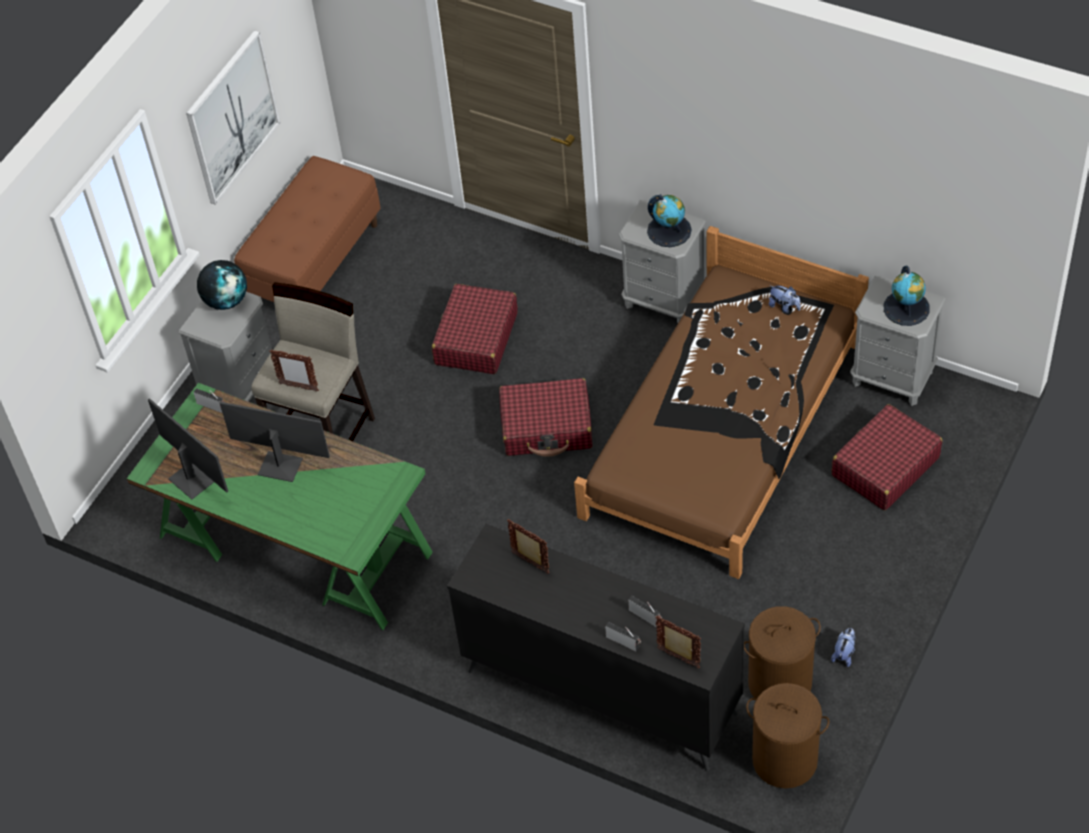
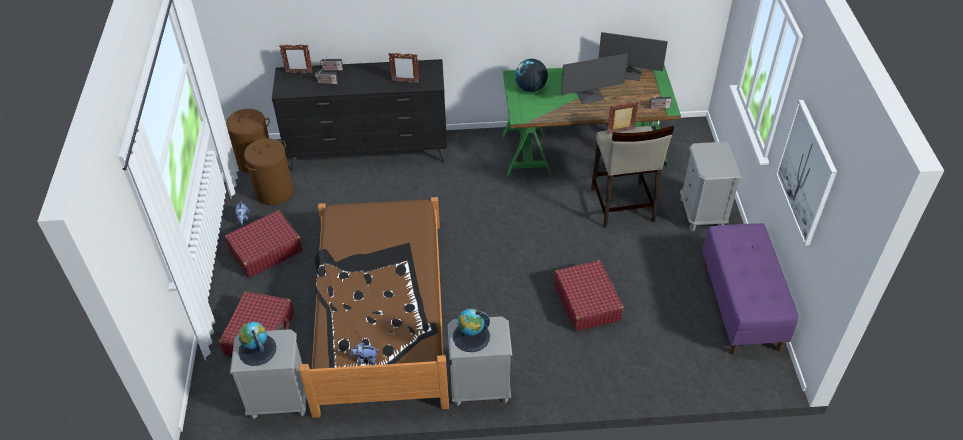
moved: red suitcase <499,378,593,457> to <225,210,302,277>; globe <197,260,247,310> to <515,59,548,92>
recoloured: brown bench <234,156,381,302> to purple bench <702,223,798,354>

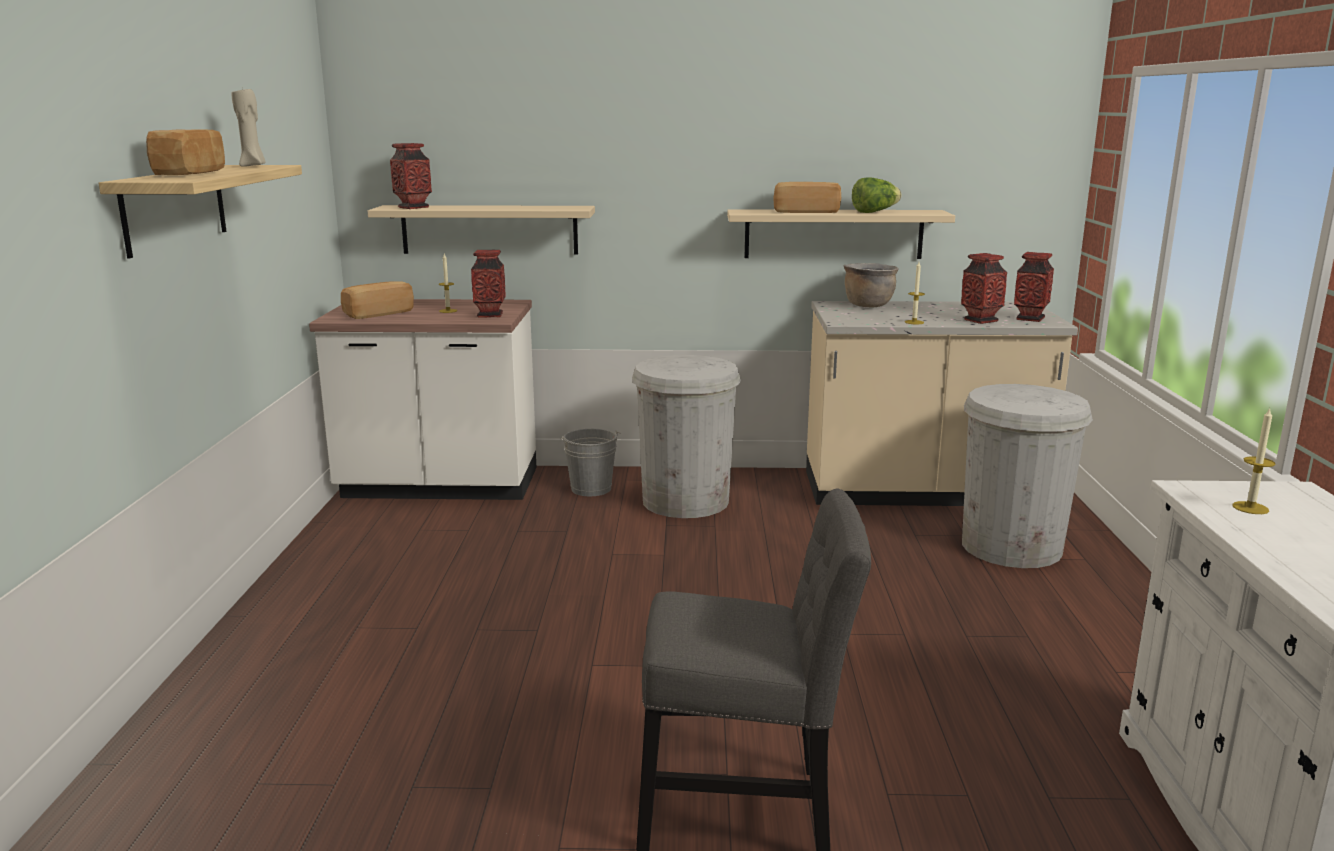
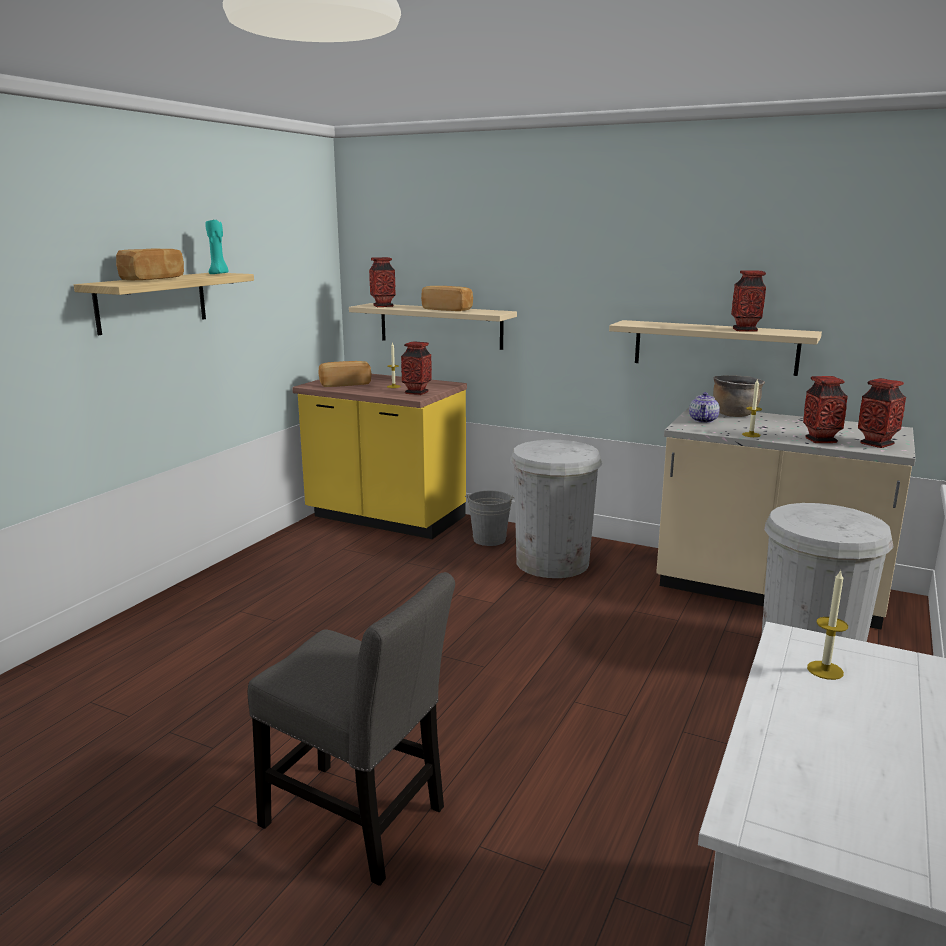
added: teapot <689,392,720,423>
moved: bread <773,182,841,213> to <421,286,473,311>
replaced: lettuce <852,177,901,213> to vase <731,270,766,332>
recoloured: beige candle <232,86,266,167> to turquoise candle <205,220,229,274>; white counter <309,299,536,500> to yellow counter <292,374,467,539>

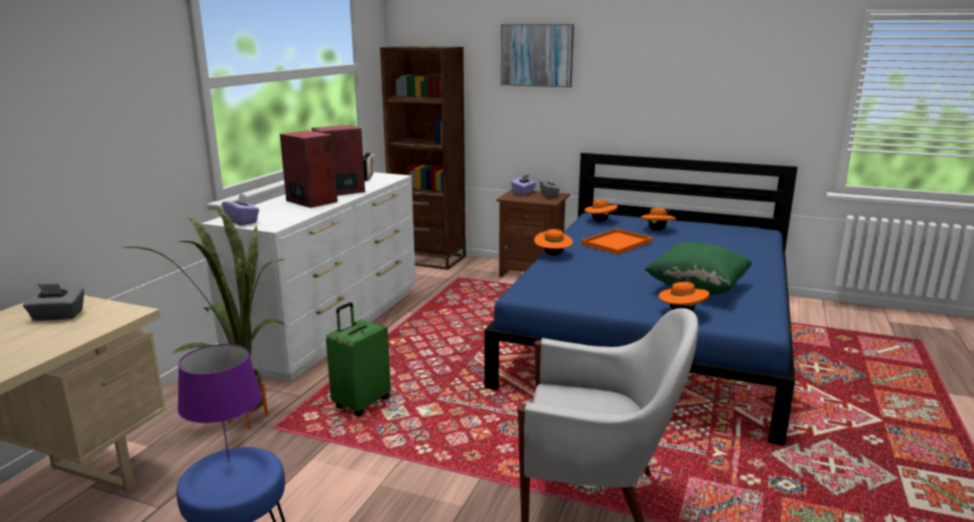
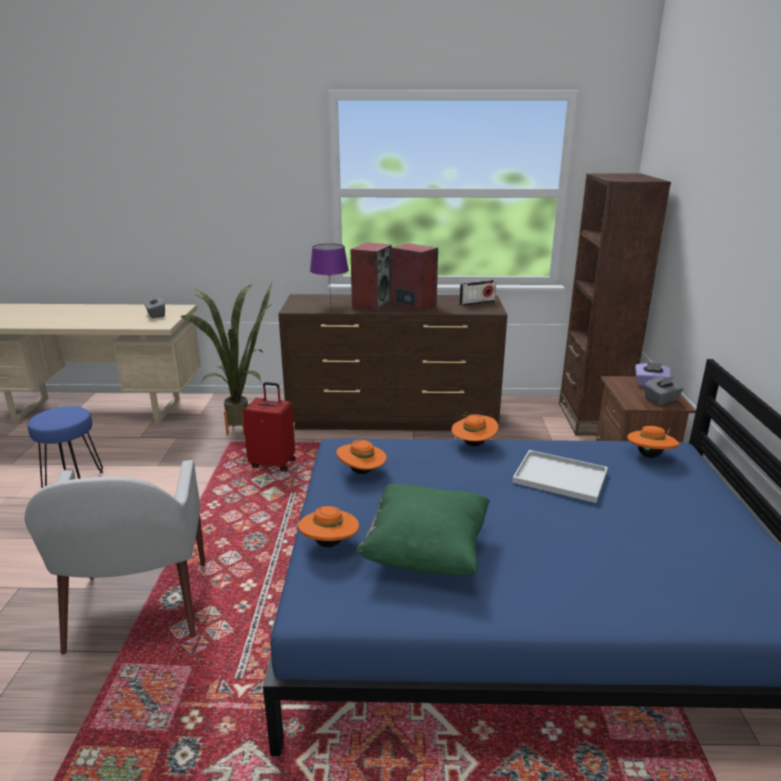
removed: purple tissue box <222,194,259,226>; picture <501,24,574,87>
moved: purple table lamp <177,344,262,463> to <310,244,349,305>; orange hat <641,208,676,231> to <337,440,387,474>
recoloured: green suitcase <326,302,391,416> to red suitcase <242,382,296,472>; white dresser <201,172,416,382> to brown dresser <278,294,507,431>; orange tray <581,229,653,254> to white tray <512,450,608,503>

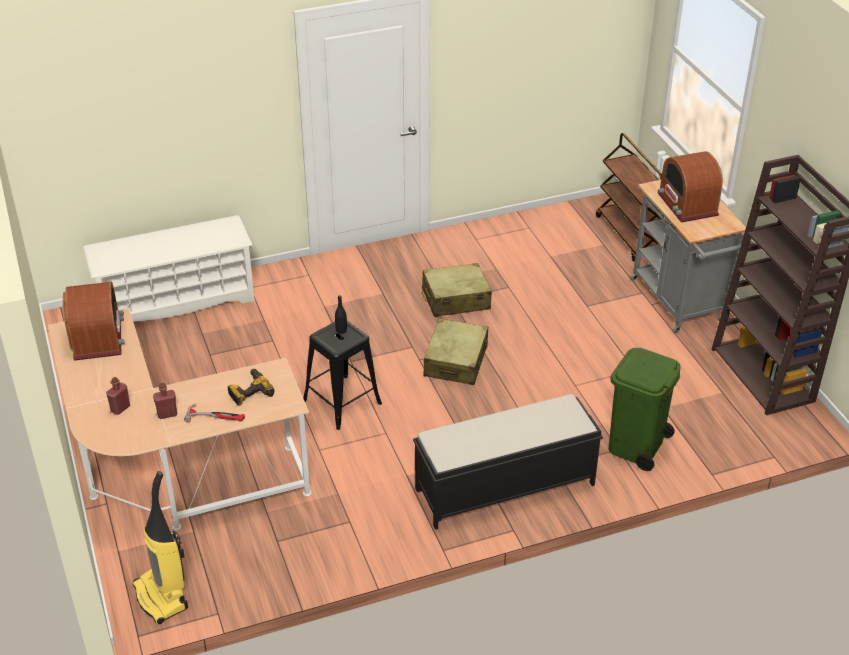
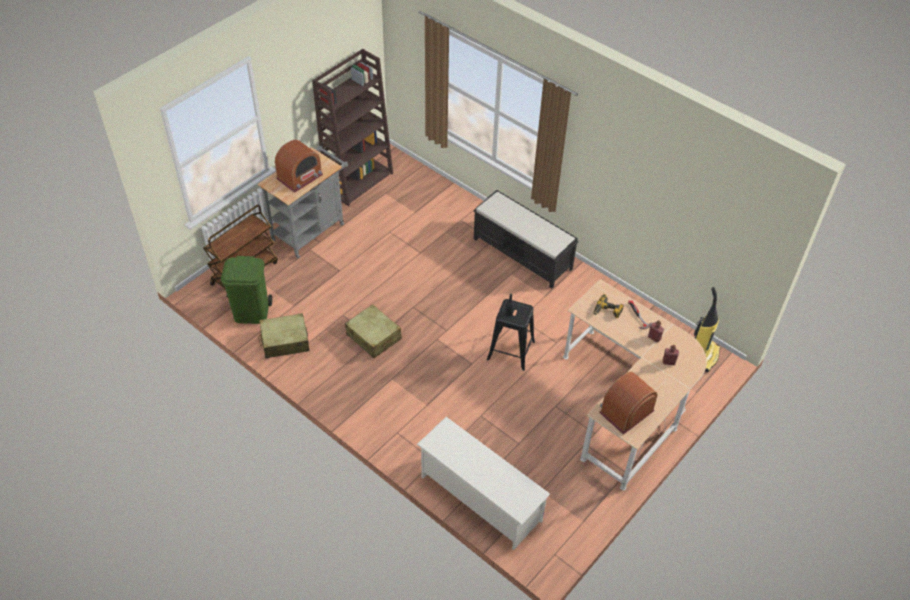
moved: green trash can <609,348,681,471> to <221,256,272,324>; beige suitcase <424,318,488,385> to <258,313,310,358>

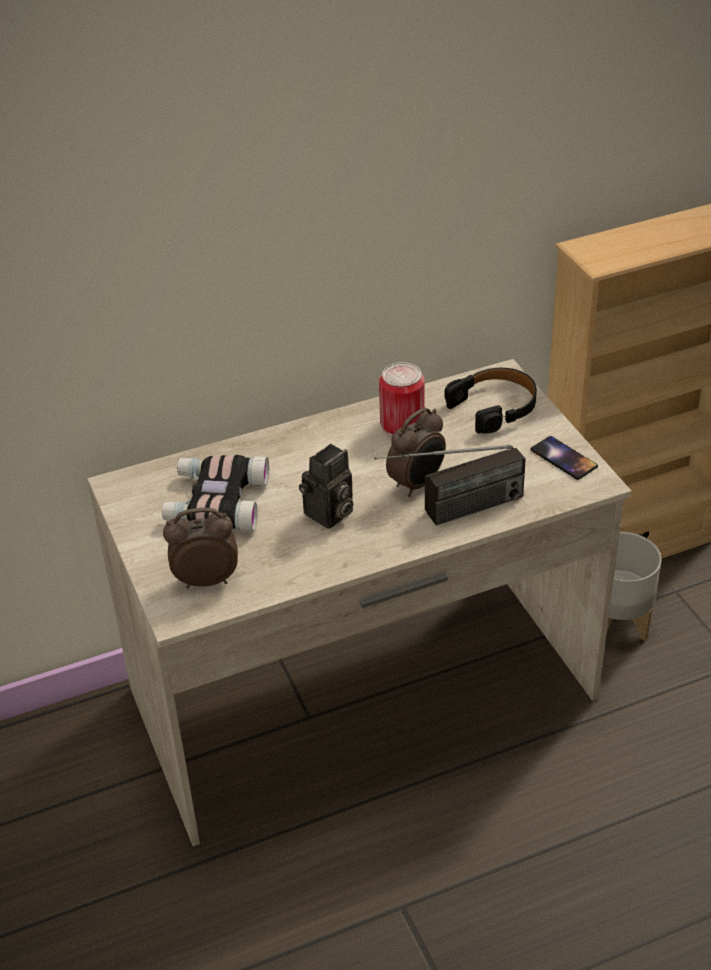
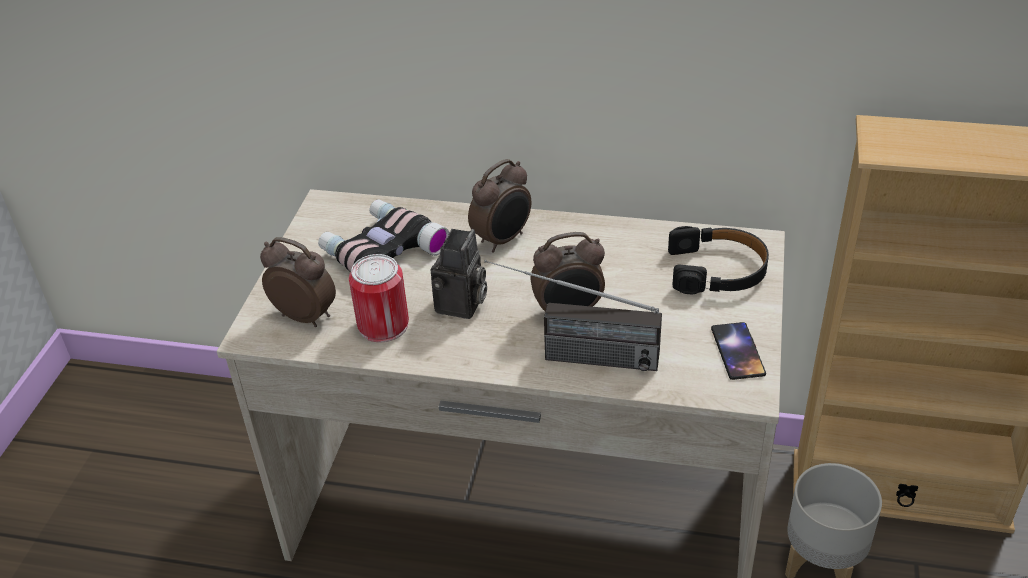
added: alarm clock <468,159,531,252>
moved: can <379,362,425,436> to <349,254,409,342>
turned: photo camera <299,444,353,529> = <431,229,487,319> 60 degrees counterclockwise

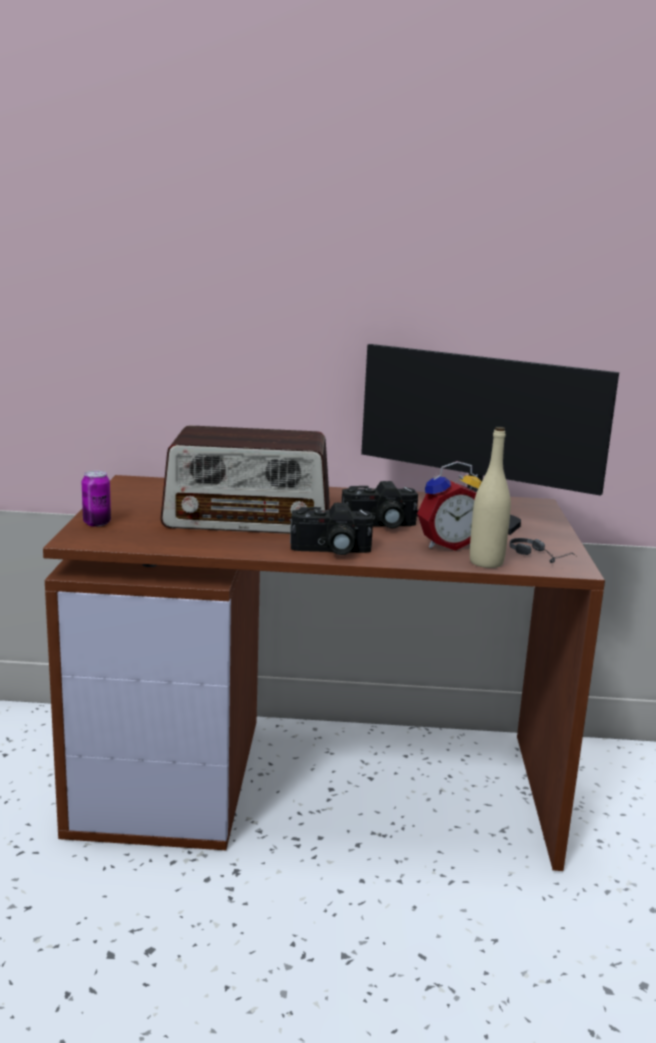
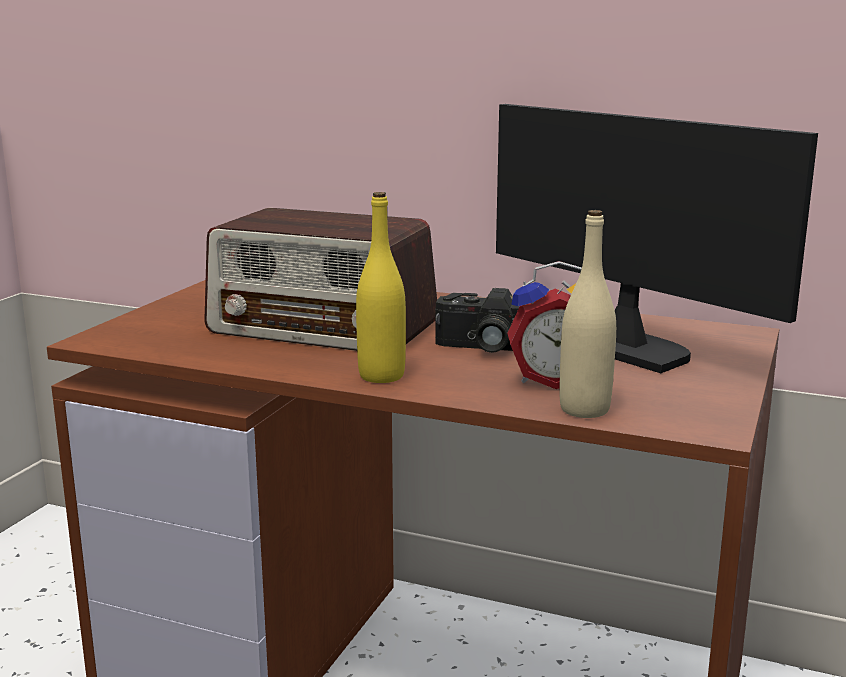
removed: can <82,471,111,527>; headphones <509,538,576,563>
replaced: photo camera <290,503,373,555> to yellow bottle <356,192,406,383>

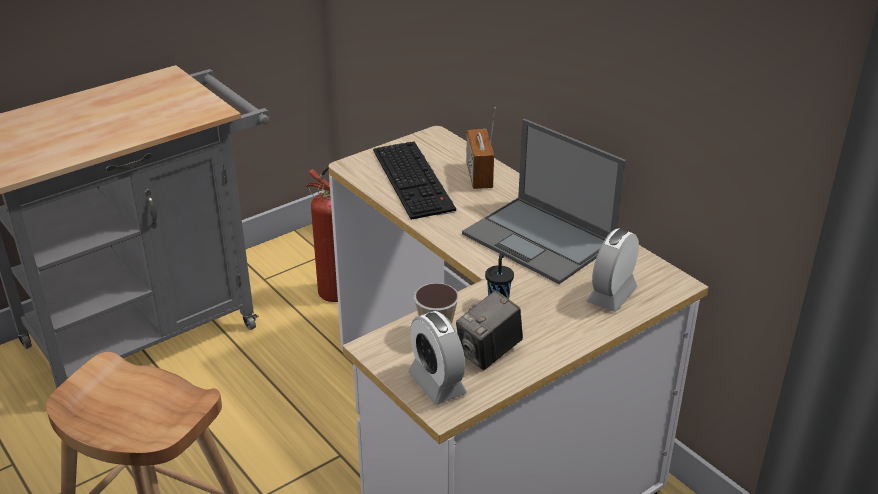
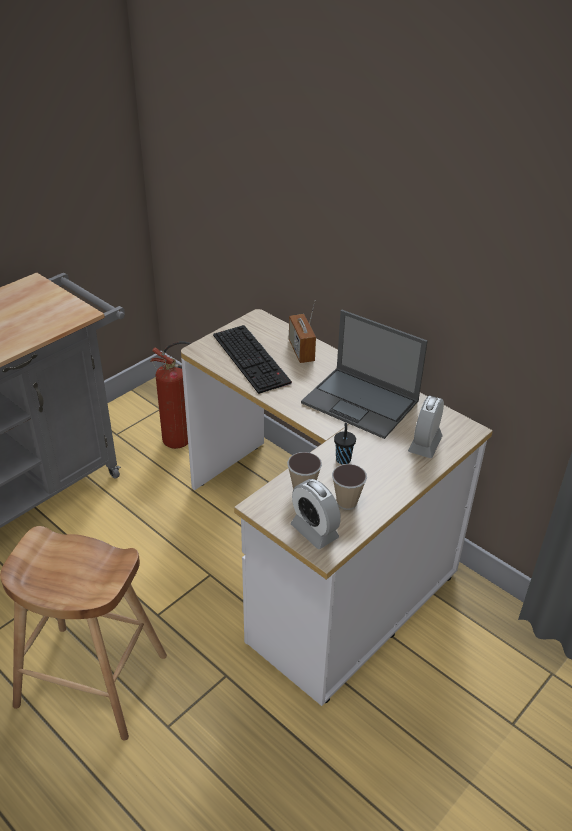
replaced: photo camera <456,290,523,370> to cup <332,464,367,510>

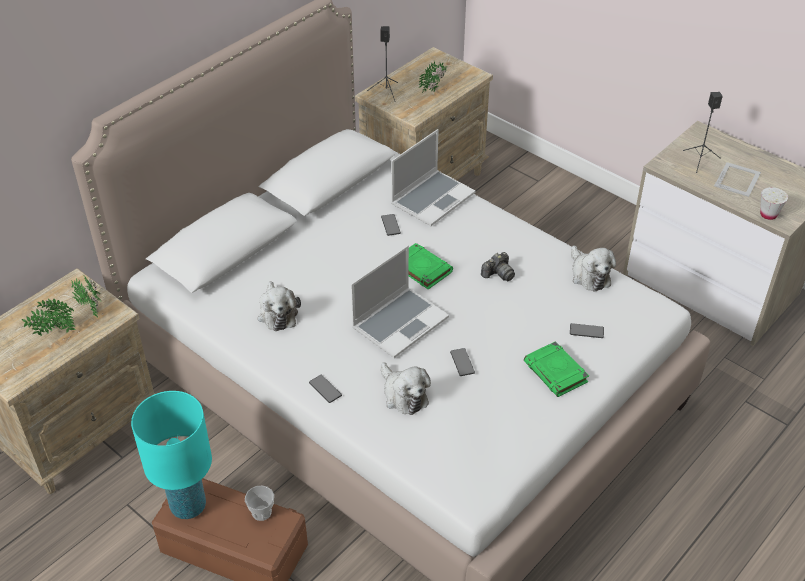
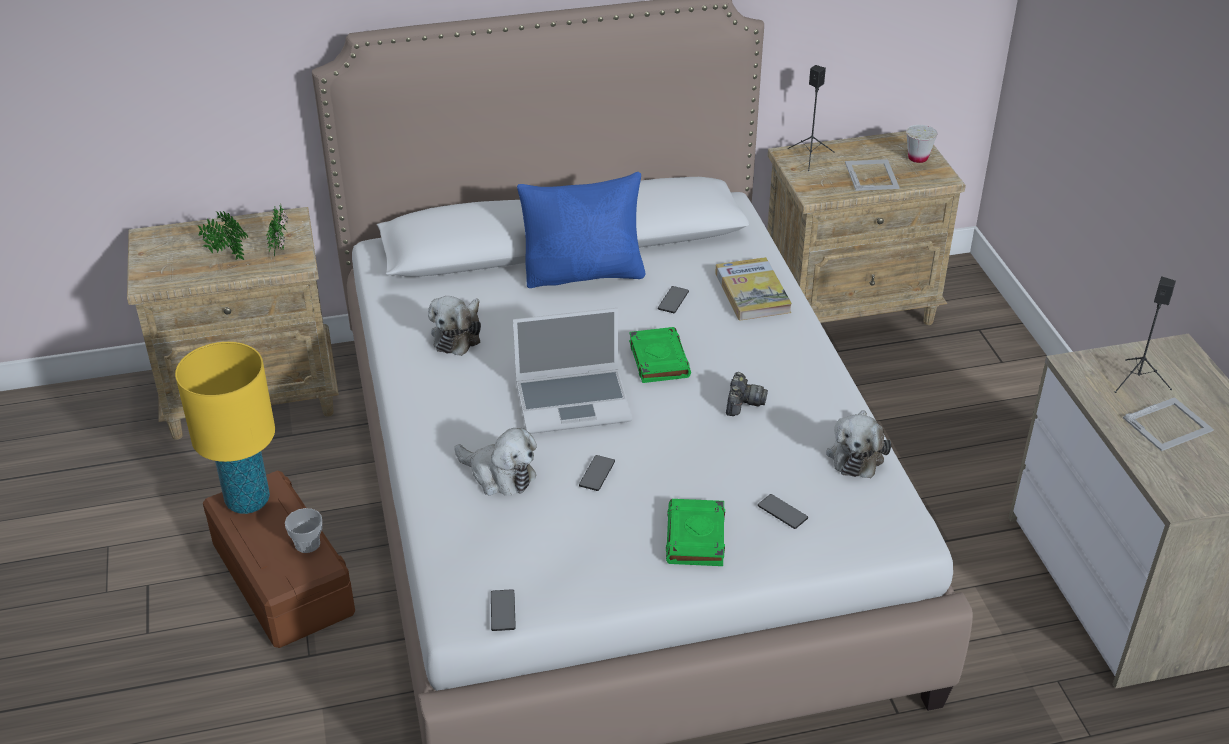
added: blue pillow <517,172,646,288>
moved: phone <309,375,342,403> to <491,589,516,631>; white cup <760,187,788,220> to <906,125,937,163>
replaced: laptop <391,129,475,226> to book <715,257,792,321>; potted plant <419,61,447,93> to picture frame <845,159,900,191>
recoloured: turquoise table lamp <131,391,212,519> to yellow table lamp <175,342,275,514>
turned: plush toy <381,362,431,415> = <454,428,537,496> 60 degrees counterclockwise; photo camera <481,252,515,281> = <726,372,768,416> 75 degrees counterclockwise

